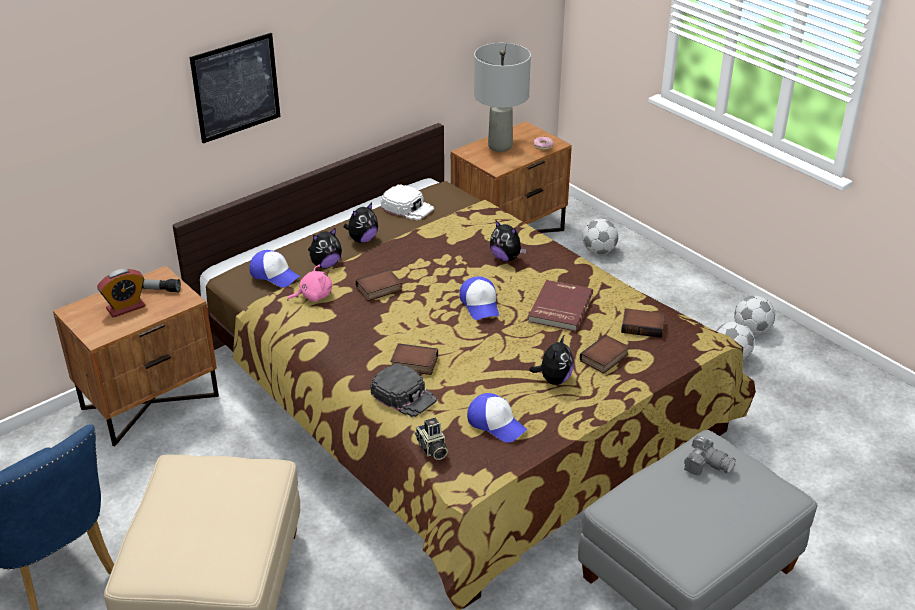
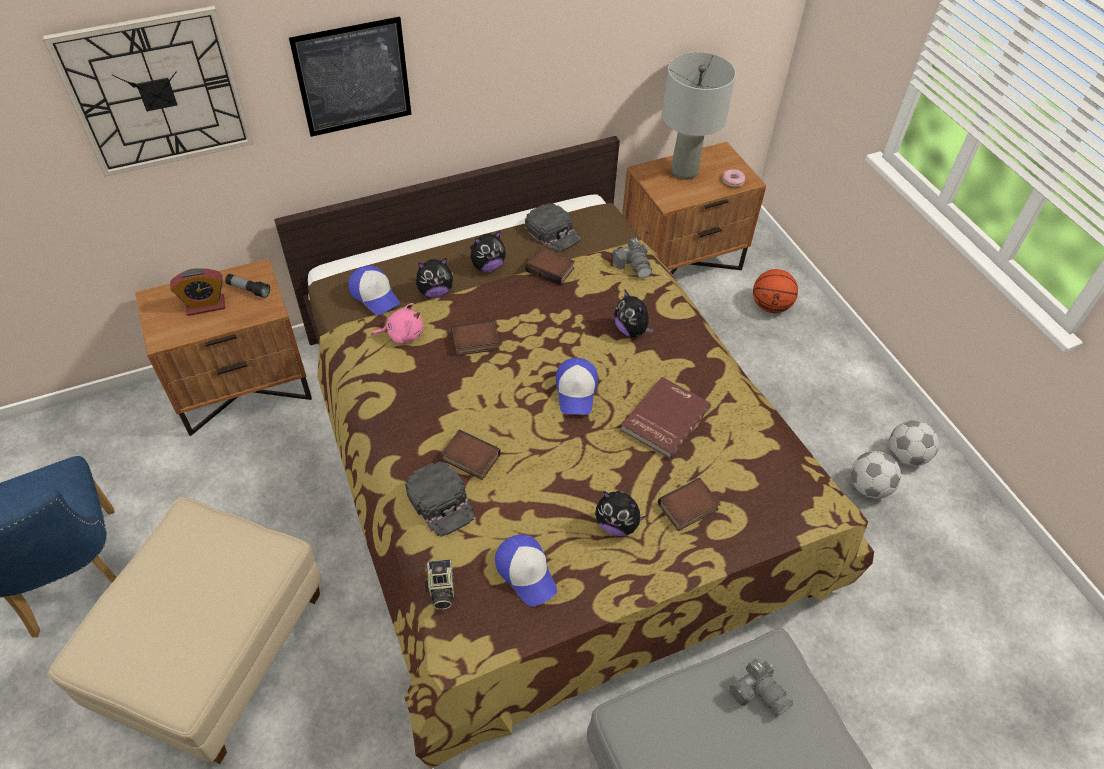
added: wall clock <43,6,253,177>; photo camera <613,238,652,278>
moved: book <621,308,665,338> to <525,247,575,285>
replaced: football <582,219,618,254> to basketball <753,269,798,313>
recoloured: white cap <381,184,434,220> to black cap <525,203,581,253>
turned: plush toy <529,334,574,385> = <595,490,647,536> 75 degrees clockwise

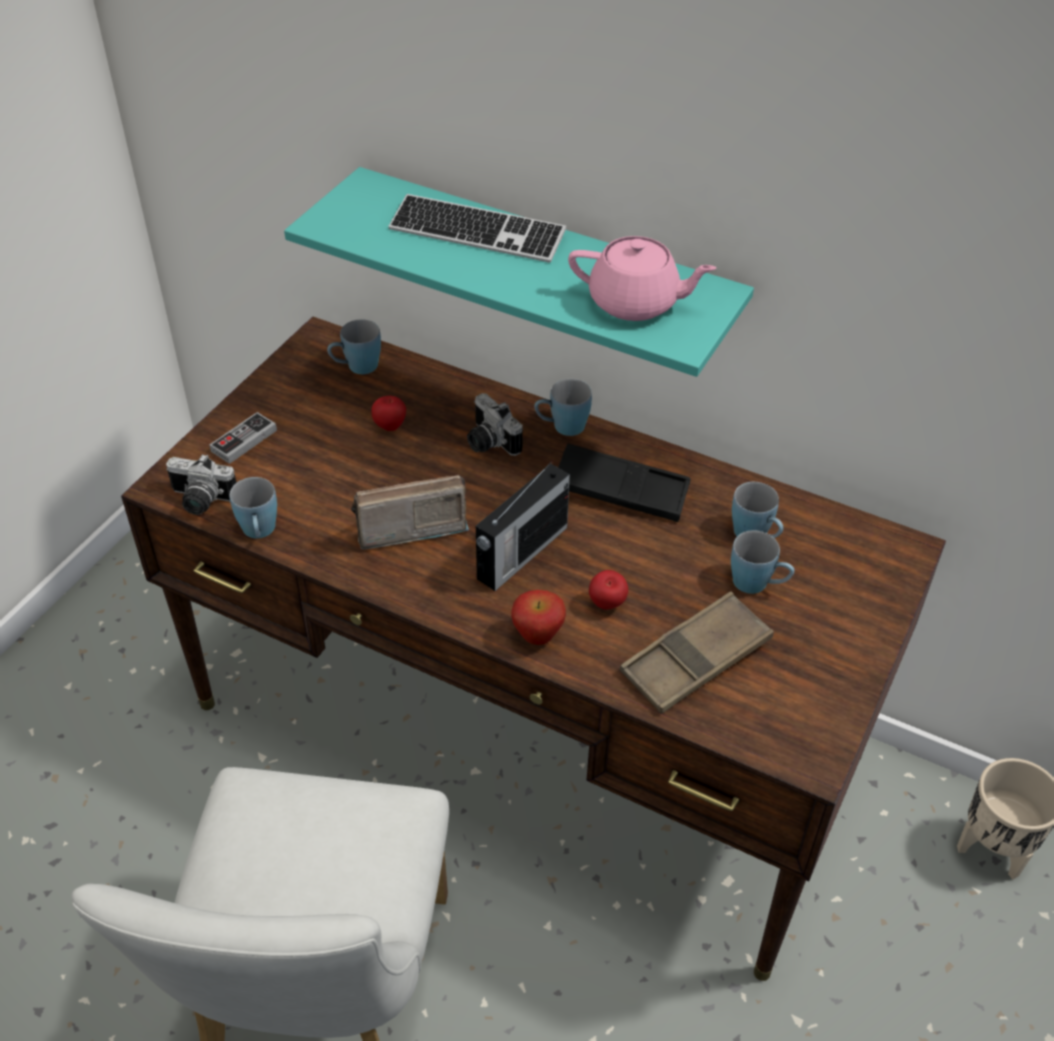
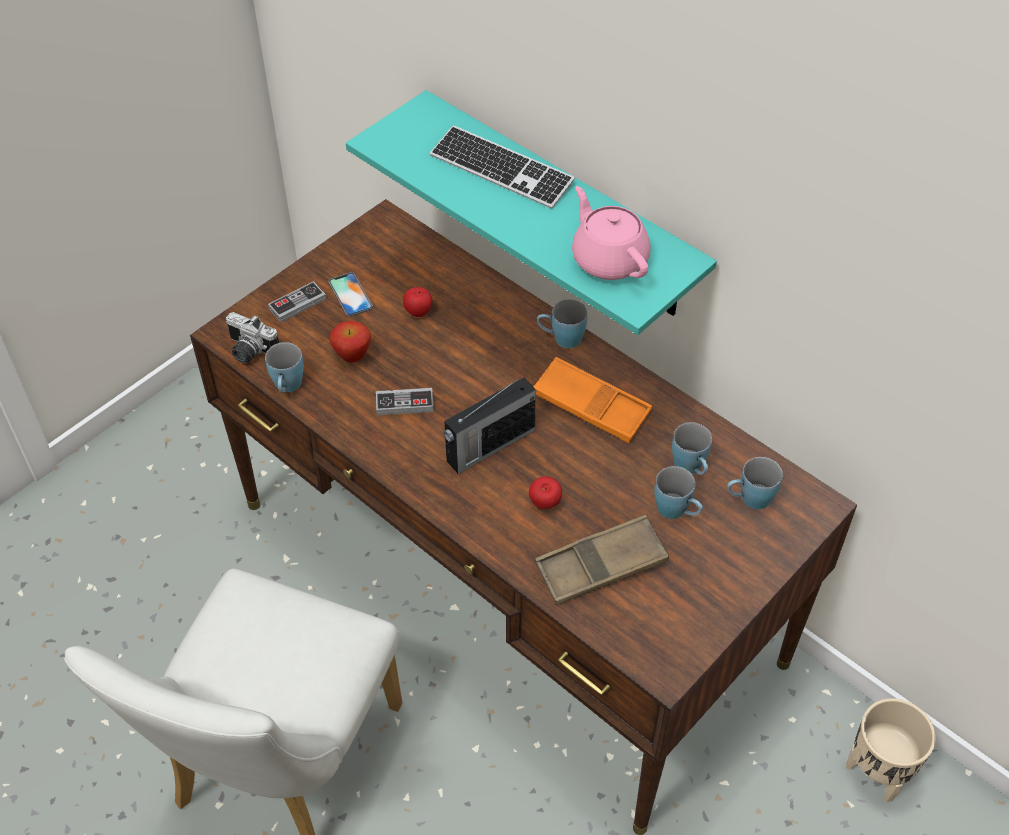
removed: photo camera <467,393,523,456>
added: phone <329,272,373,317>
moved: apple <511,590,566,645> to <330,321,371,362>; blue mug <327,320,381,374> to <727,457,783,509>
replaced: radio <351,475,469,550> to game controller <376,388,434,415>
recoloured: black tray <558,444,691,522> to orange tray <533,357,652,443>
turned: pink teapot <568,236,716,321> = <572,186,650,280> 150 degrees counterclockwise

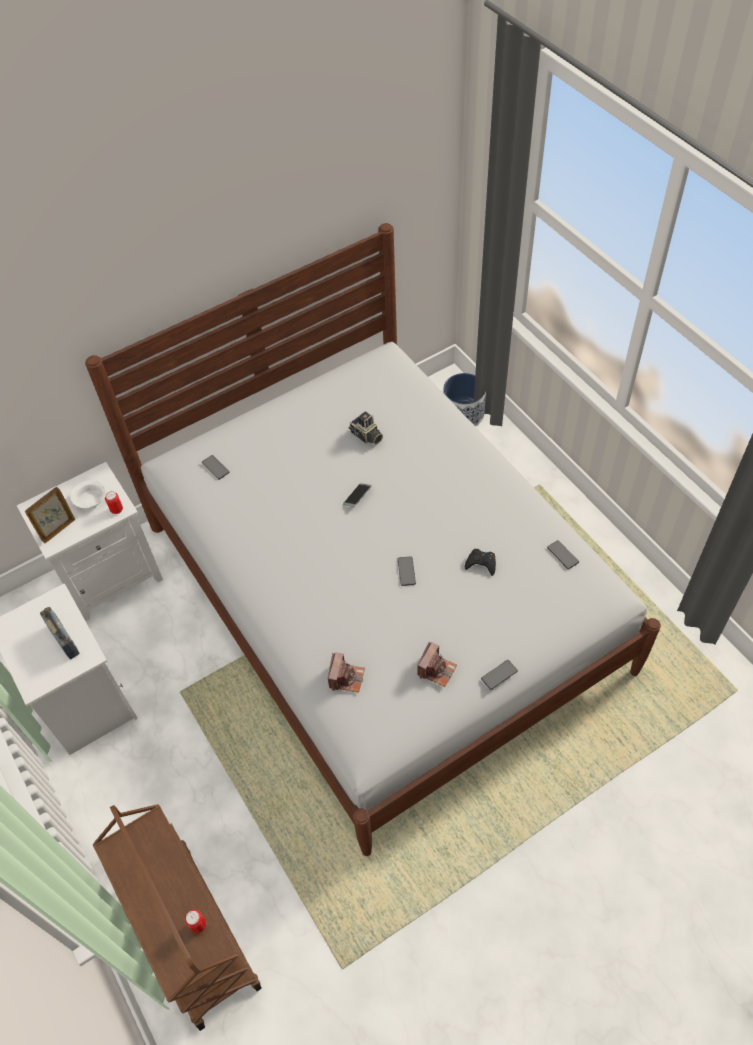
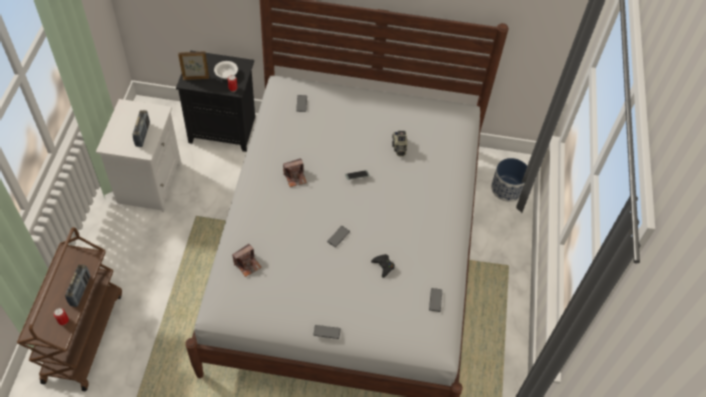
added: radio <65,265,90,307>
moved: photo camera <417,642,457,687> to <283,158,307,187>
recoloured: white nightstand <17,462,163,621> to black nightstand <176,50,255,152>

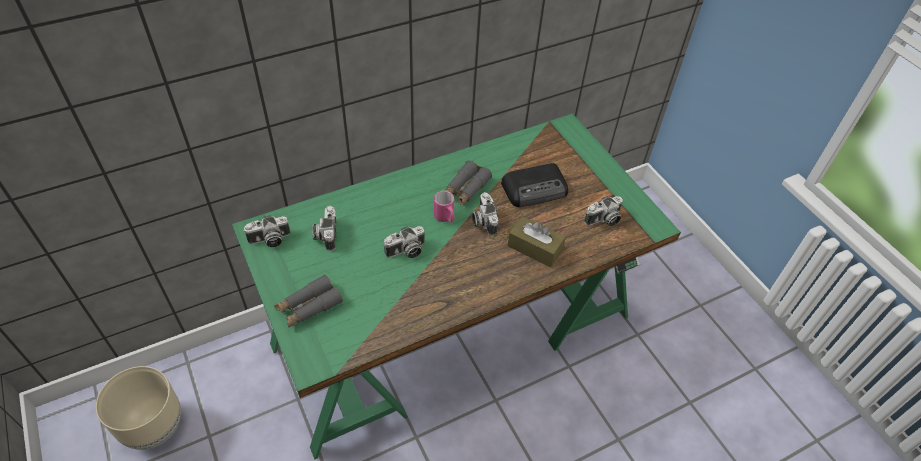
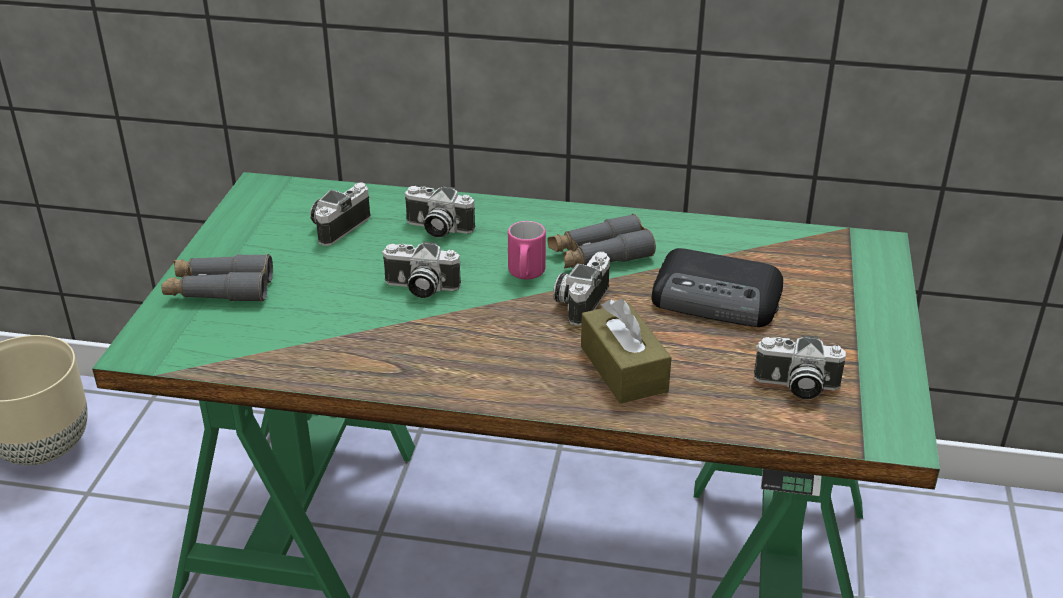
moved: photo camera <243,215,290,247> to <404,186,475,237>

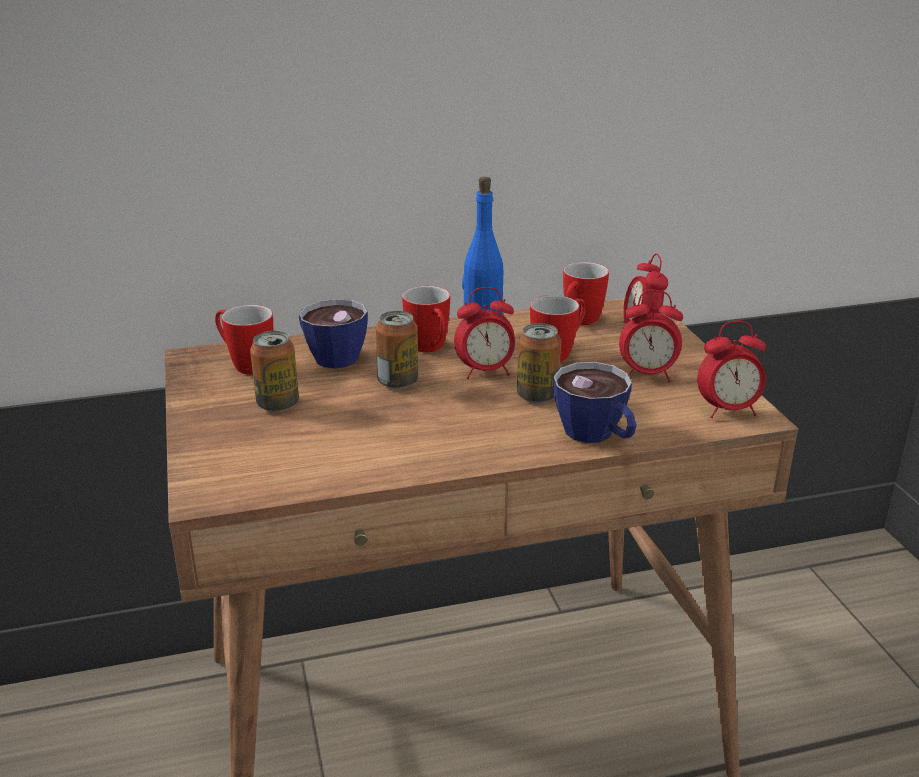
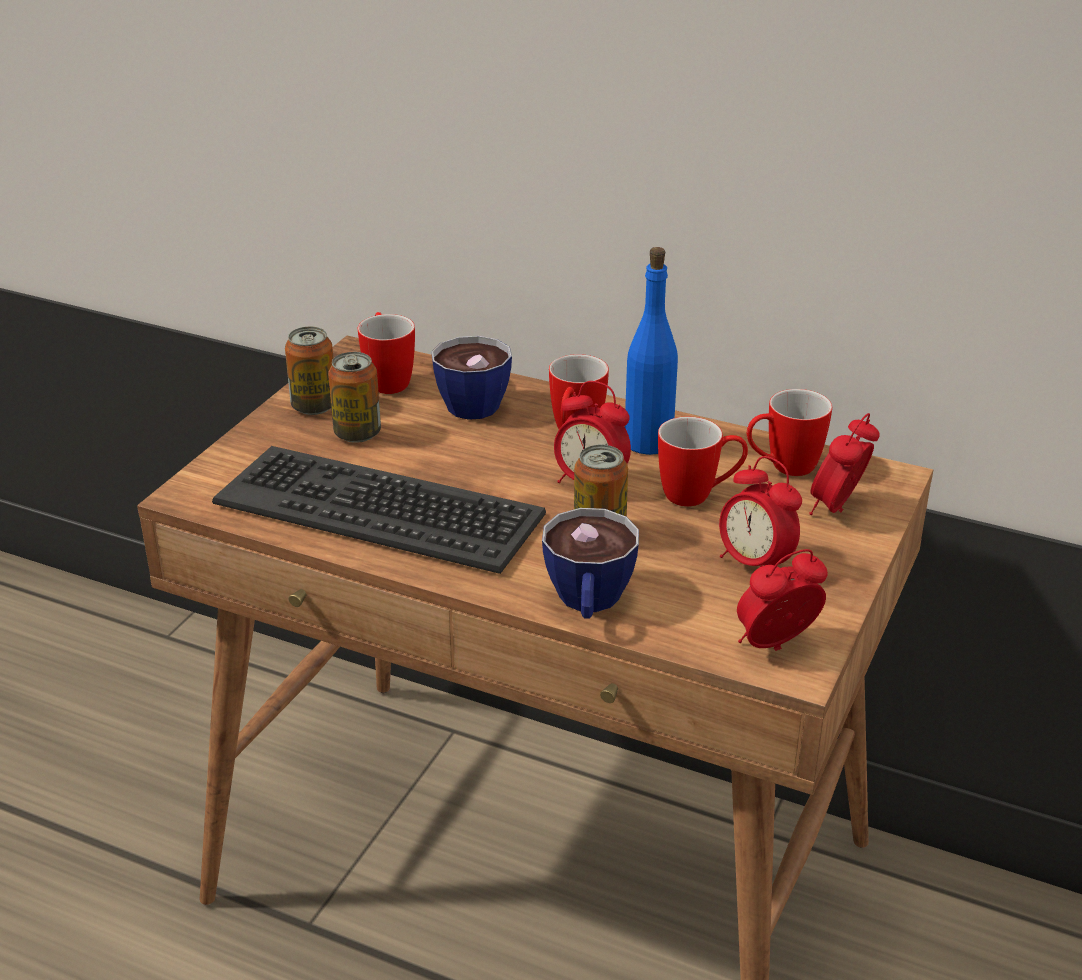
added: keyboard <212,446,546,574>
moved: can <376,311,418,389> to <285,327,333,415>
turned: alarm clock <697,321,766,418> = <737,549,828,651> 120 degrees clockwise

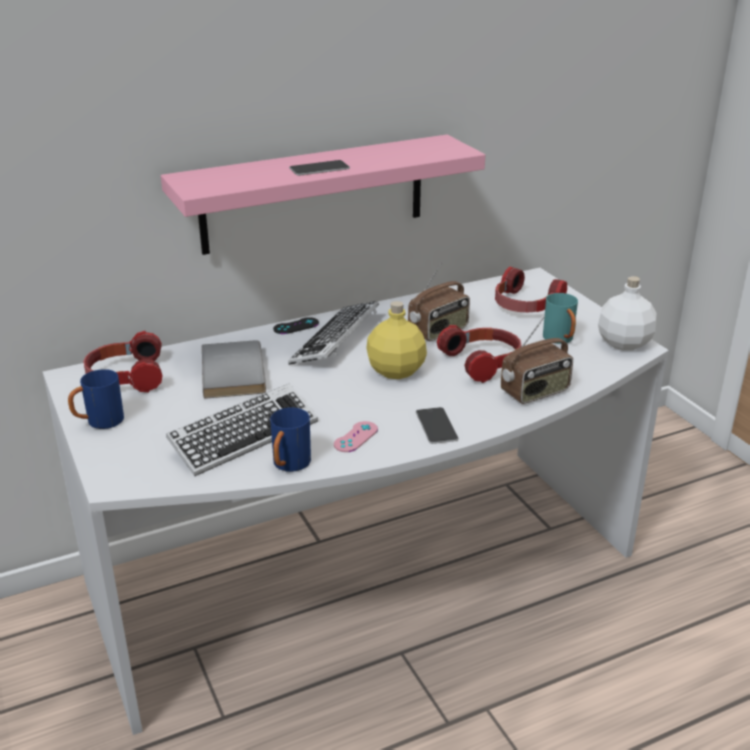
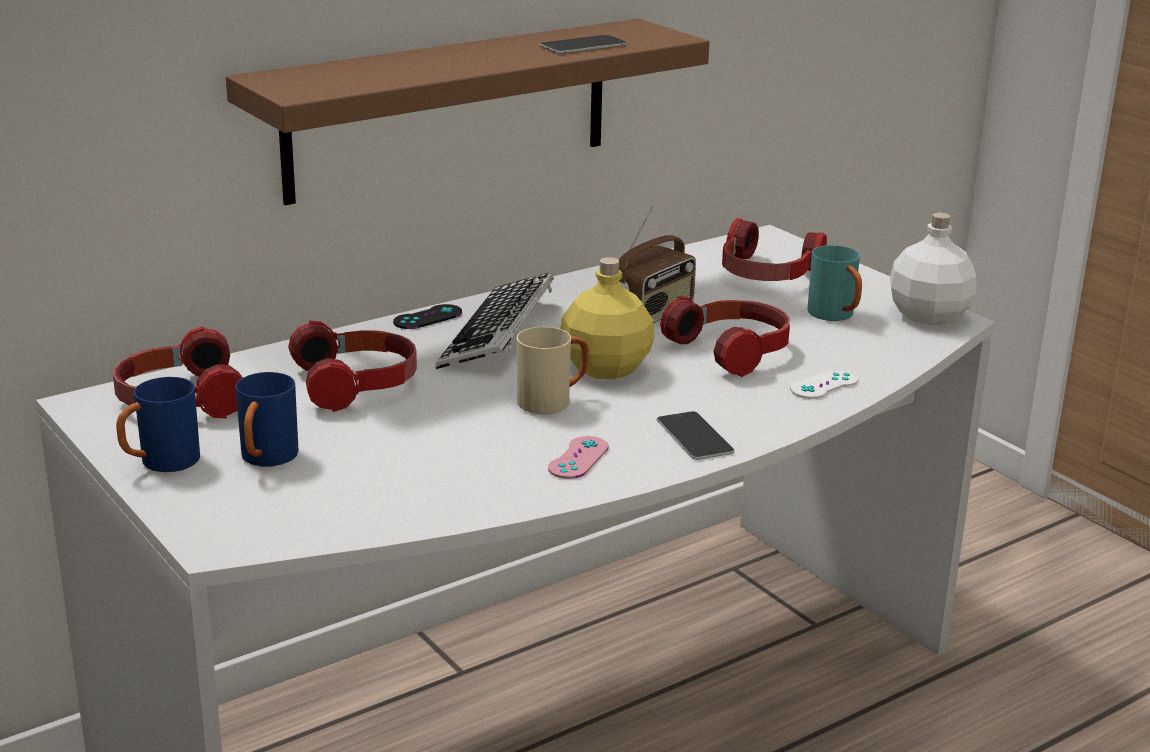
removed: keyboard <166,383,318,476>
added: beige mug <517,327,589,414>
moved: blue mug <270,407,311,472> to <235,372,299,467>; phone <289,160,350,176> to <539,35,628,54>
replaced: grey book <202,340,266,399> to headphones <288,321,417,412>; radio <501,316,573,404> to white game controller <790,369,858,399>
recoloured: pink shelf <161,135,485,255> to brown shelf <226,18,710,205>

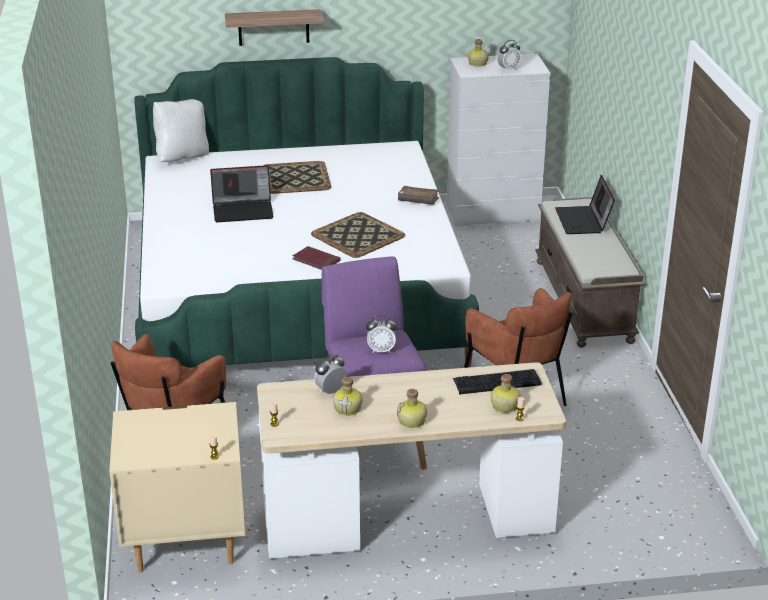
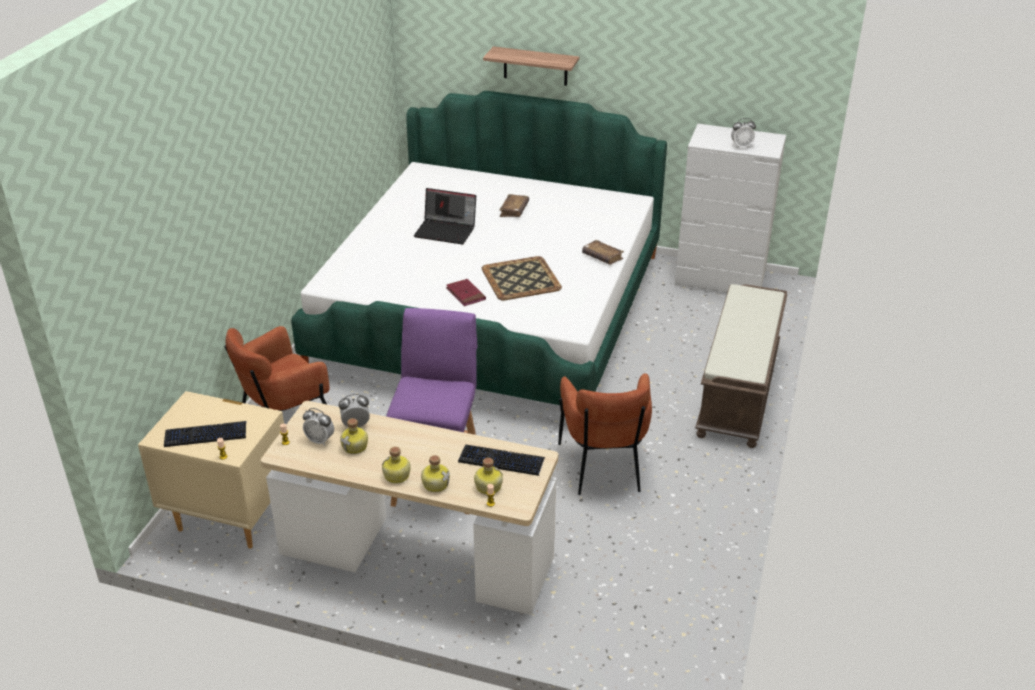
removed: white pillow <153,99,209,162>; laptop <555,175,615,234>
added: keyboard <164,421,246,447>
moved: alarm clock <366,315,397,353> to <303,408,334,446>; bottle <468,39,489,67> to <421,455,450,492>
replaced: tray <263,161,331,194> to brown book <499,194,529,217>

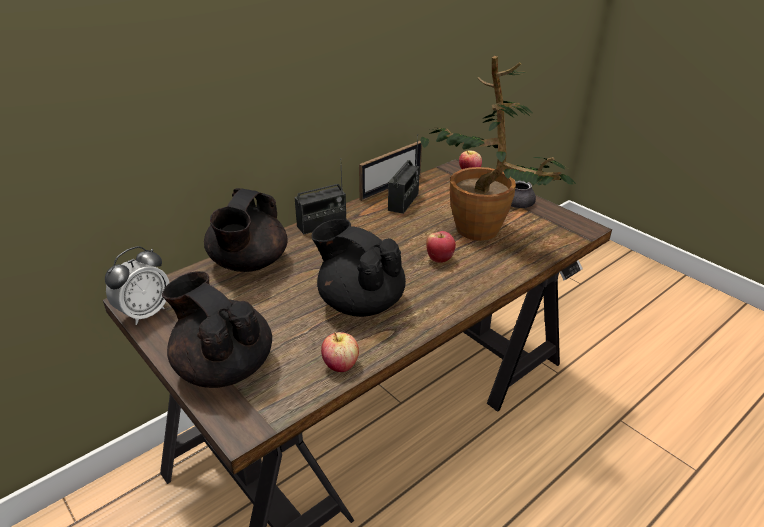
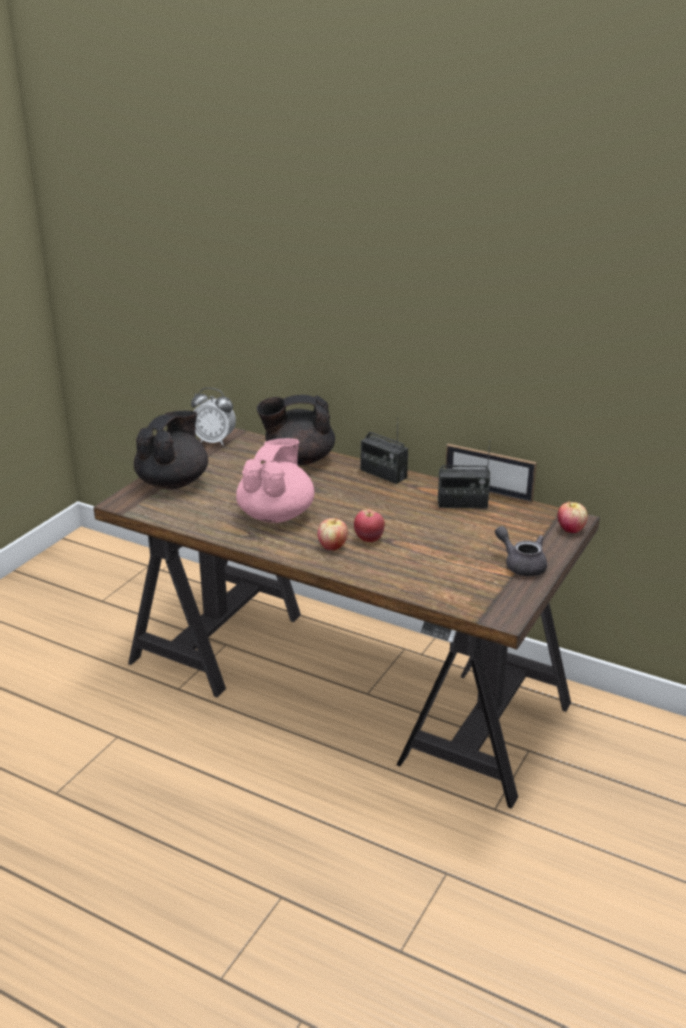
removed: potted plant <420,56,576,241>
moved: apple <321,332,359,372> to <318,517,348,550>
recoloured: black teapot <311,219,406,317> to pink teapot <236,438,315,523>

